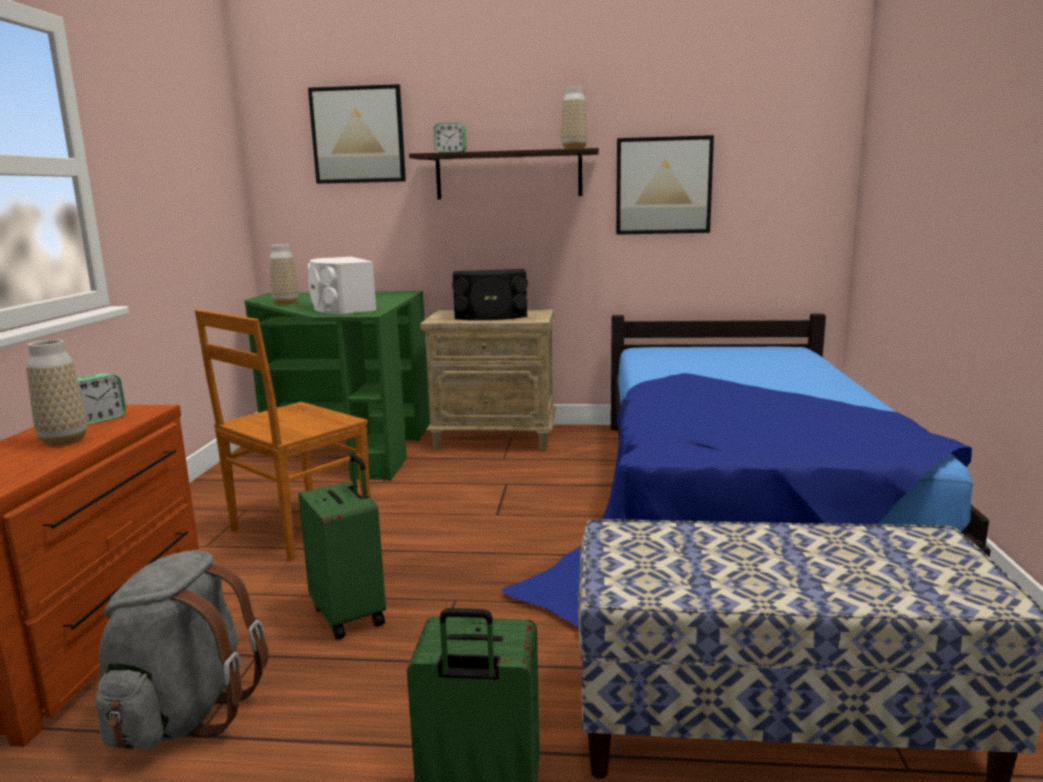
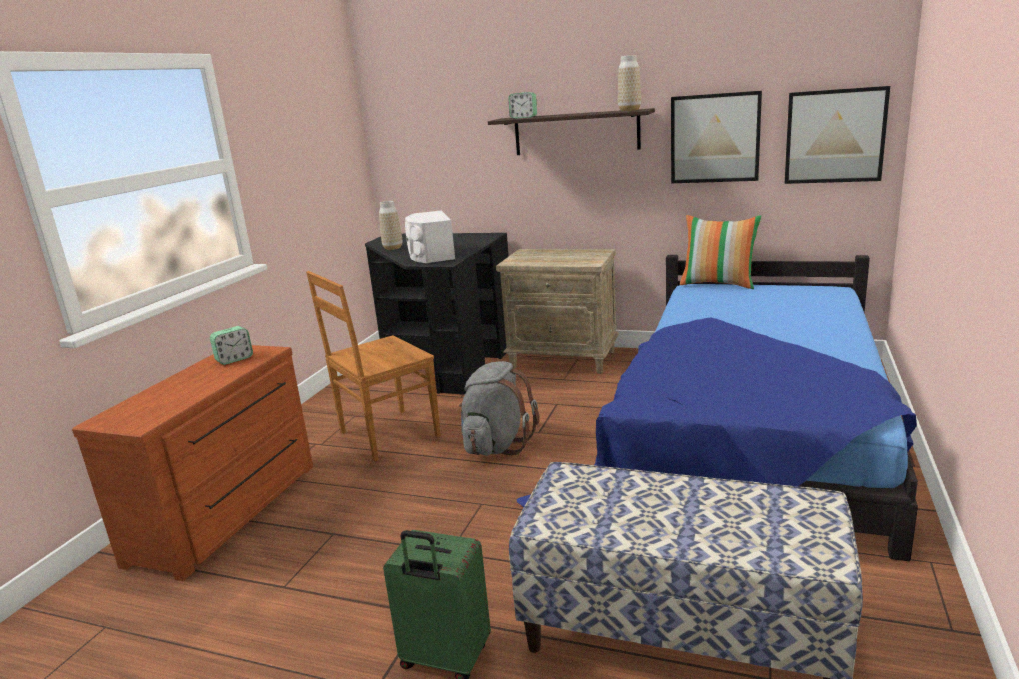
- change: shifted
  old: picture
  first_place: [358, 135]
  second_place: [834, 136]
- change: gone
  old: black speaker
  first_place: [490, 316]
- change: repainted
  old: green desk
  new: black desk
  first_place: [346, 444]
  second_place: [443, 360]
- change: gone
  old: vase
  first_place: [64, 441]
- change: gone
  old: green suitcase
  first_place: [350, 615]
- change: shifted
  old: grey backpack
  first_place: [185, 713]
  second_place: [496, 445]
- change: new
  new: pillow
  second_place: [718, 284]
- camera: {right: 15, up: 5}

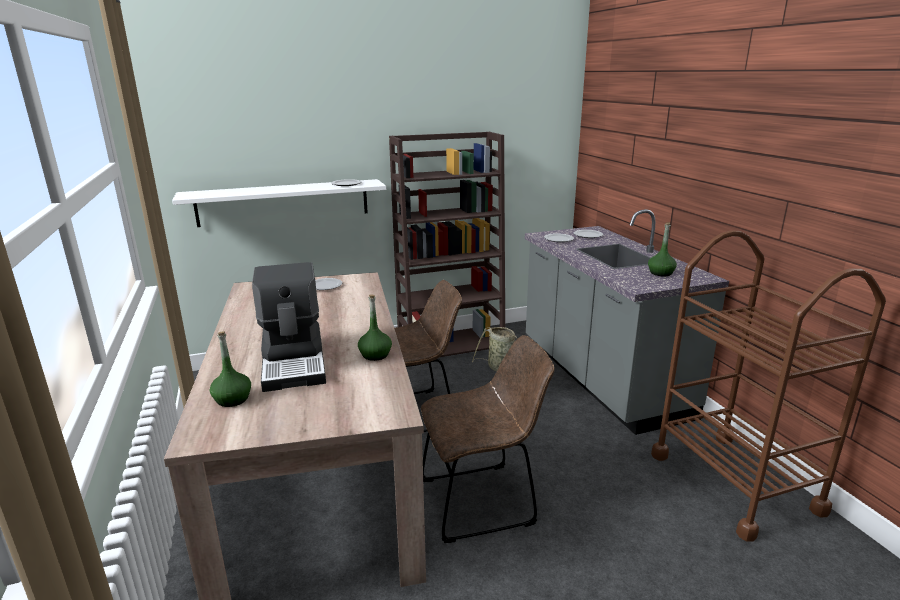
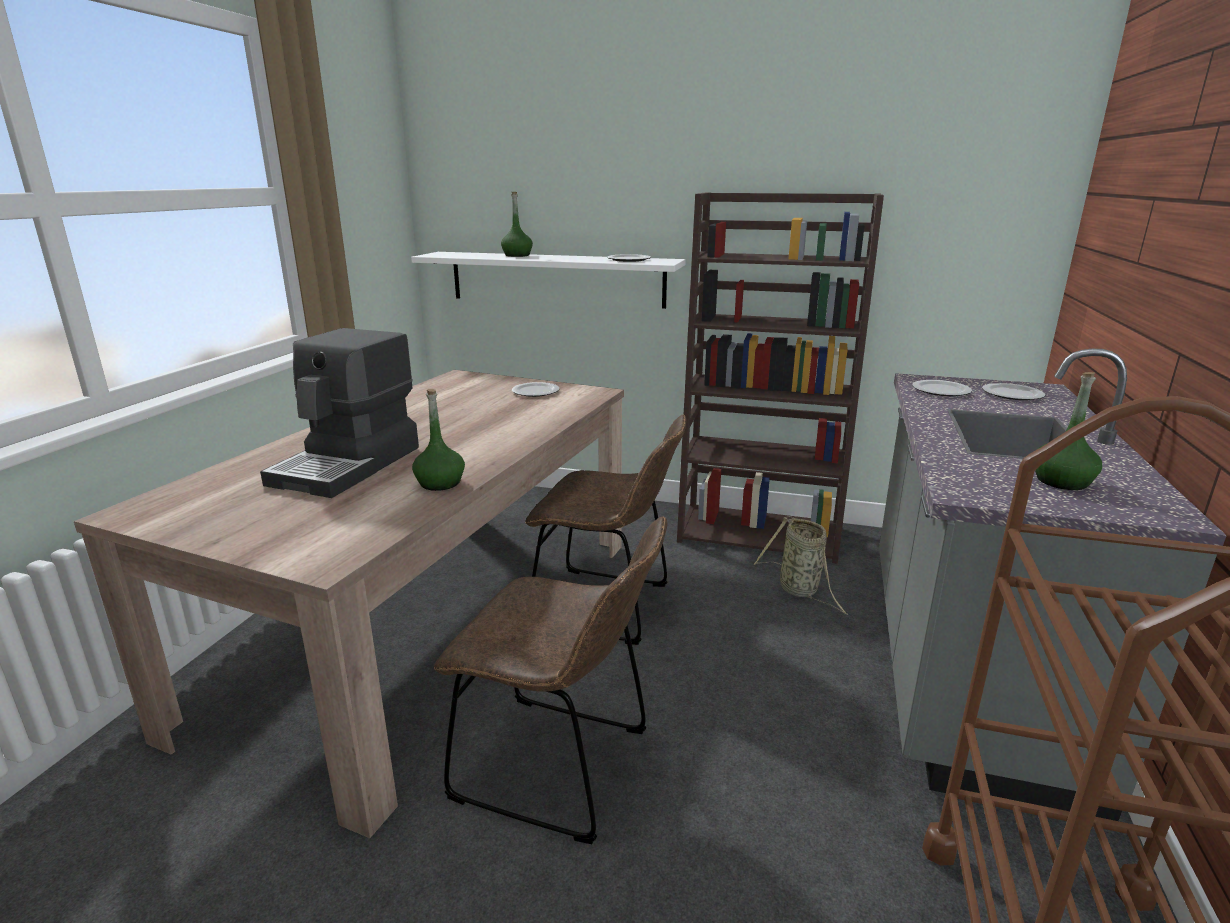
- change: shifted
  old: green bottle
  first_place: [232, 399]
  second_place: [517, 255]
- camera: {right: 35, up: 0}

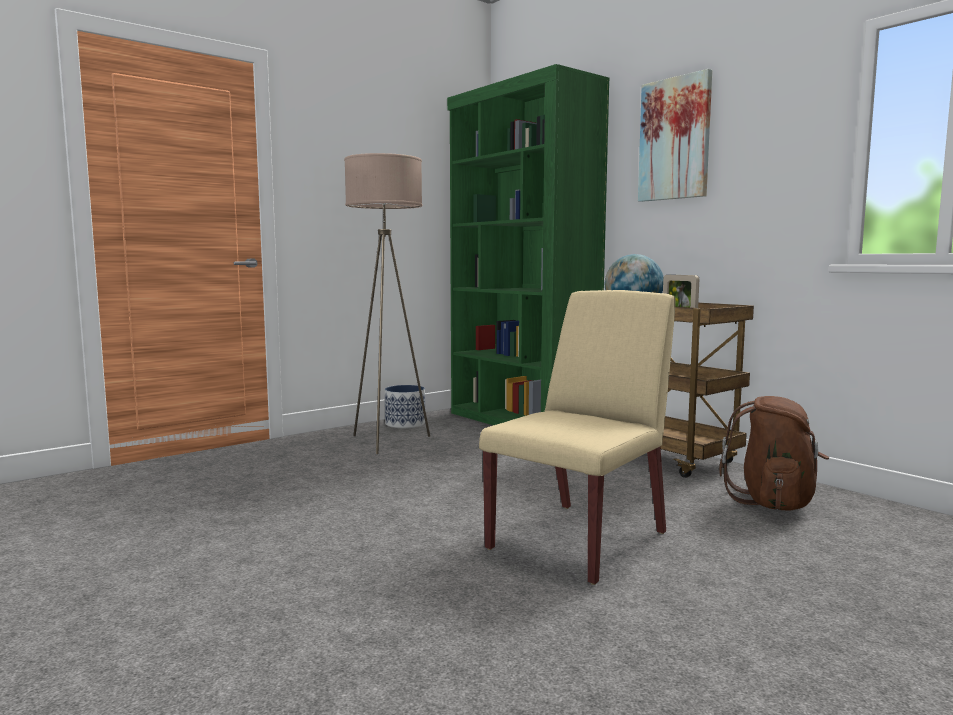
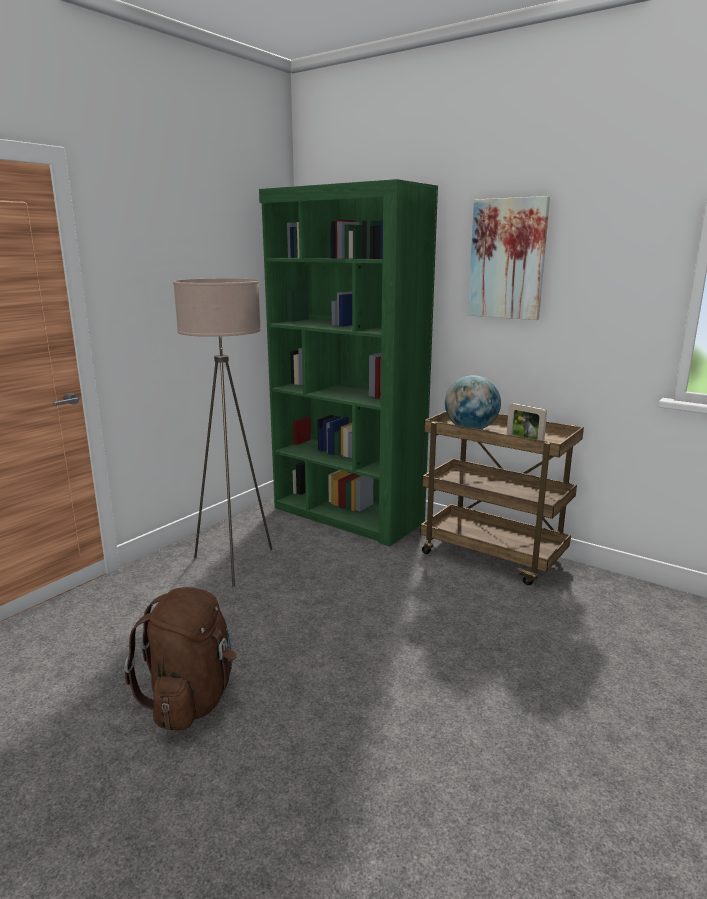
- change: gone
  old: beige chair
  first_place: [579, 540]
- change: gone
  old: planter
  first_place: [405, 424]
- change: shifted
  old: brown backpack
  first_place: [773, 503]
  second_place: [191, 699]
- camera: {right: -15, up: 10}

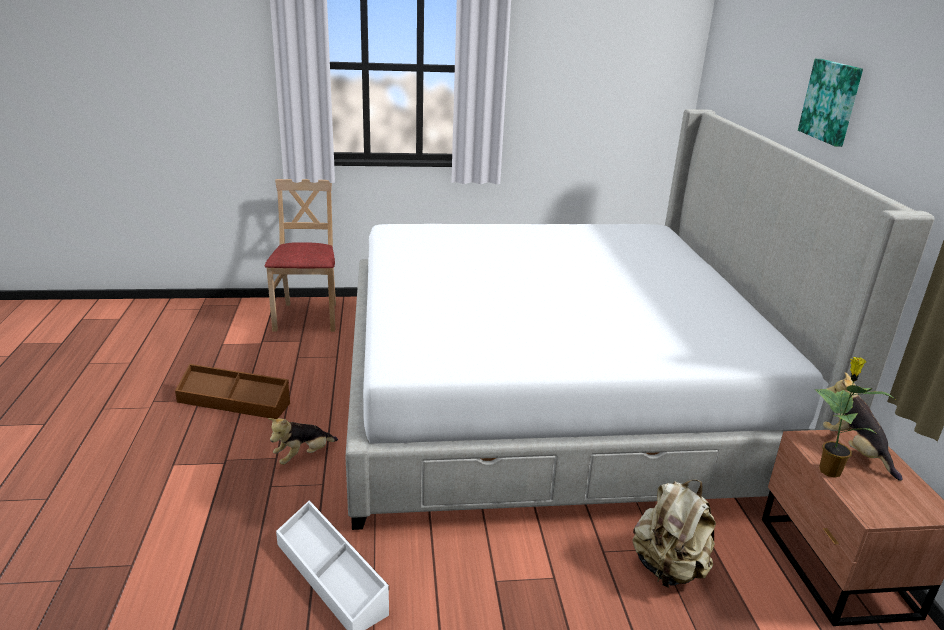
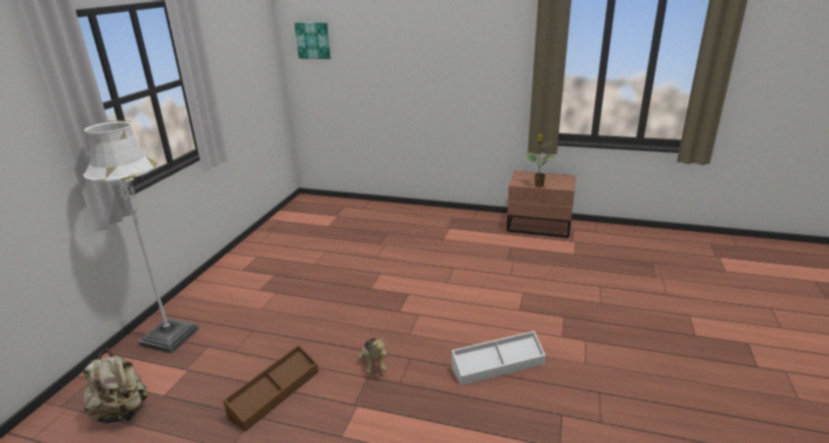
- change: shifted
  old: picture
  first_place: [832, 101]
  second_place: [313, 40]
- change: gone
  old: bed
  first_place: [553, 396]
- change: swapped
  old: beige chair
  new: white floor lamp
  first_place: [307, 317]
  second_place: [170, 337]
- change: gone
  old: plush toy
  first_place: [855, 451]
- change: shifted
  old: beige backpack
  first_place: [669, 568]
  second_place: [122, 412]
- camera: {right: -65, up: 0}

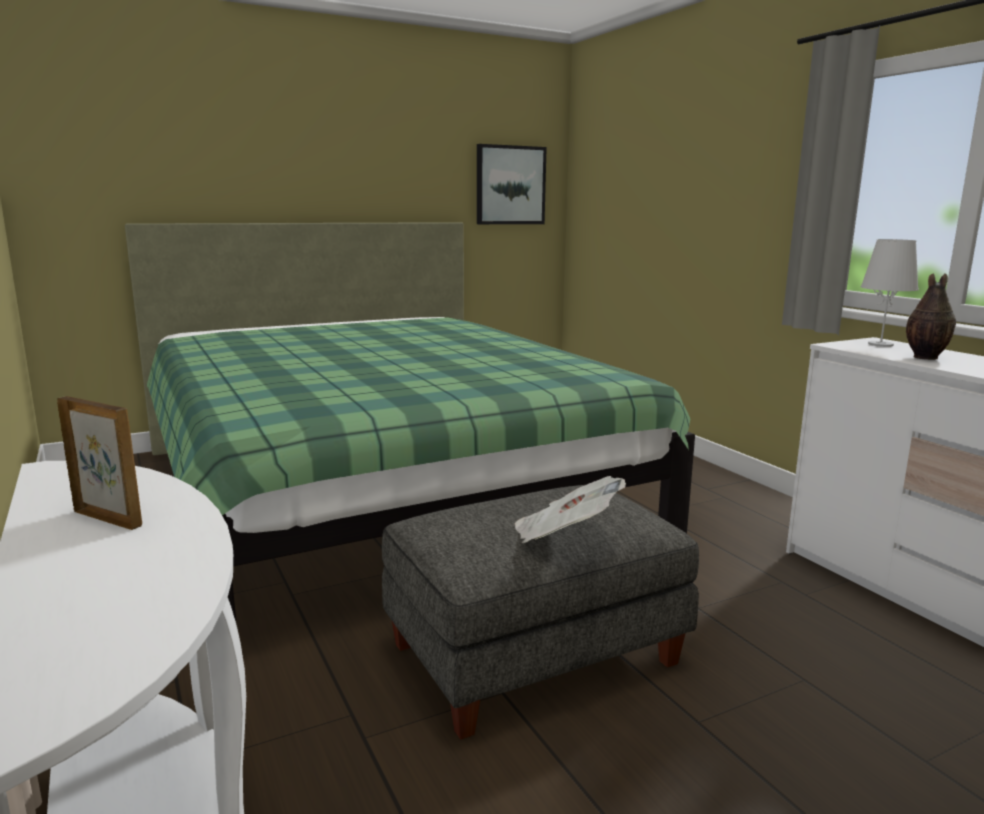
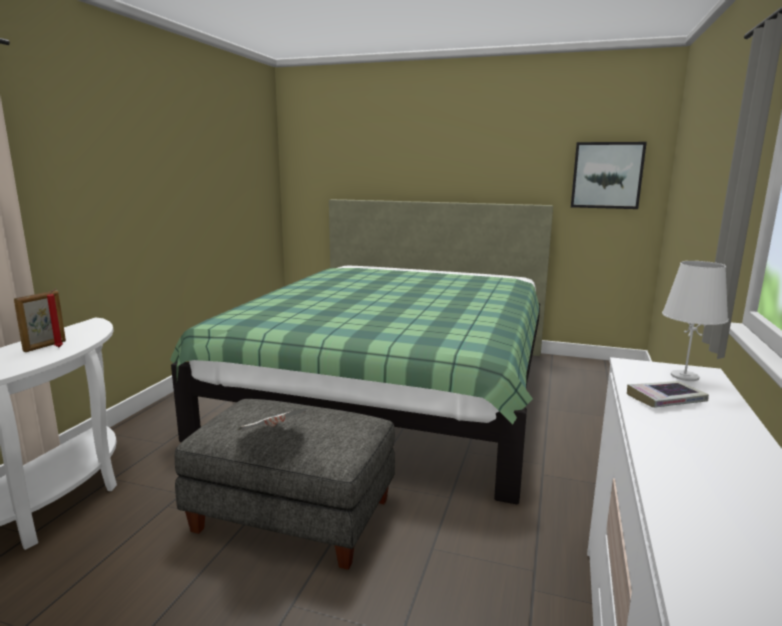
- change: swapped
  old: vase
  new: book
  first_place: [924, 357]
  second_place: [665, 399]
- change: rotated
  old: picture frame
  first_place: [108, 518]
  second_place: [45, 346]
  degrees: 45
- change: new
  new: red candle
  second_place: [60, 347]
- camera: {right: 45, up: 0}

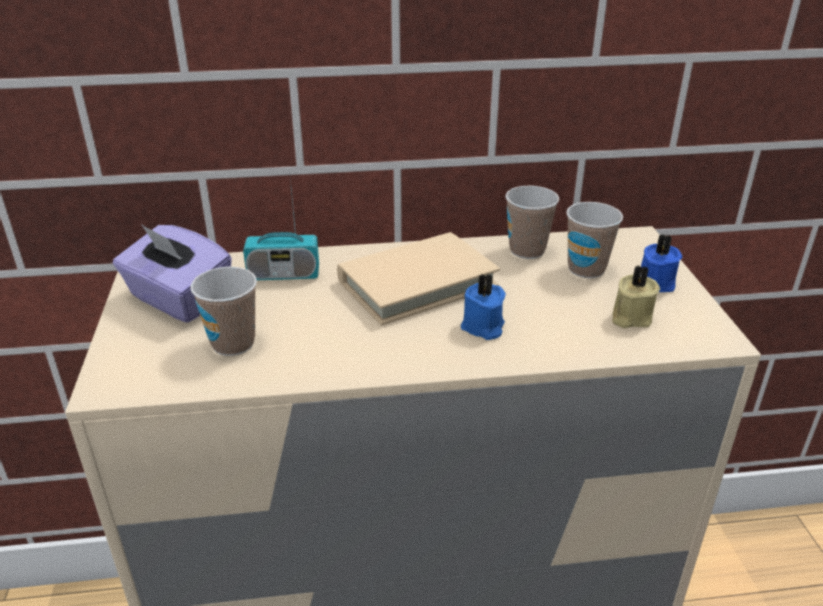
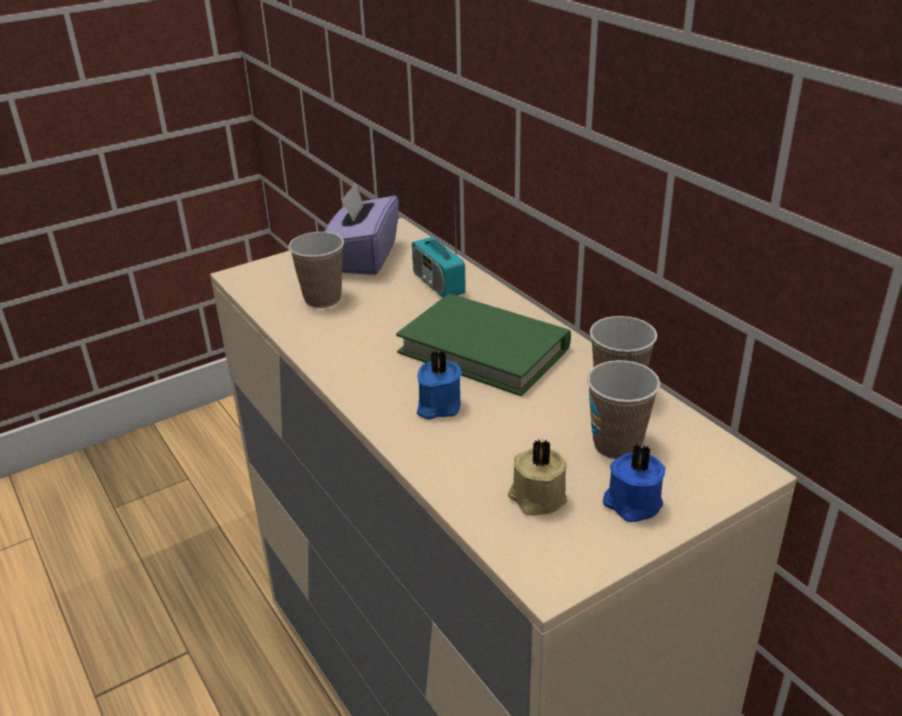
- change: repainted
  old: beige book
  new: green book
  first_place: [417, 283]
  second_place: [484, 350]
- camera: {right: 65, up: 0}

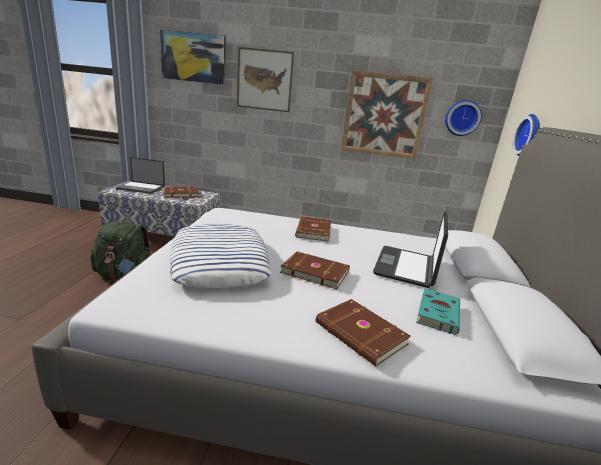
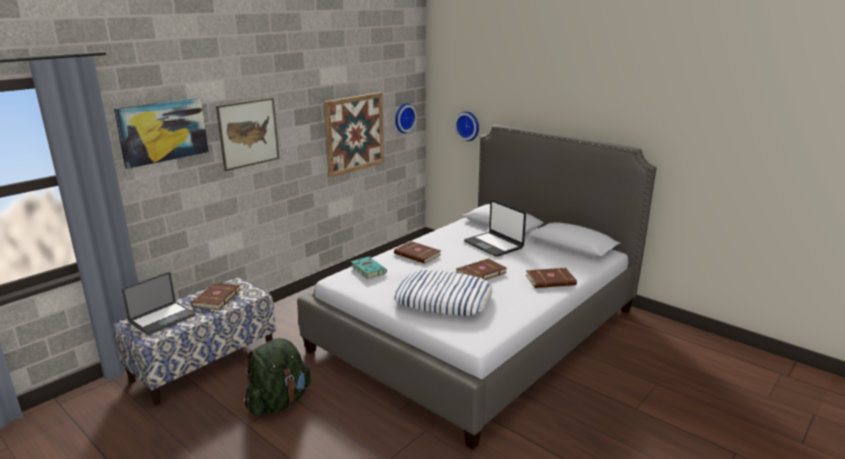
- change: shifted
  old: turquoise book
  first_place: [437, 313]
  second_place: [367, 269]
- camera: {right: -55, up: 0}

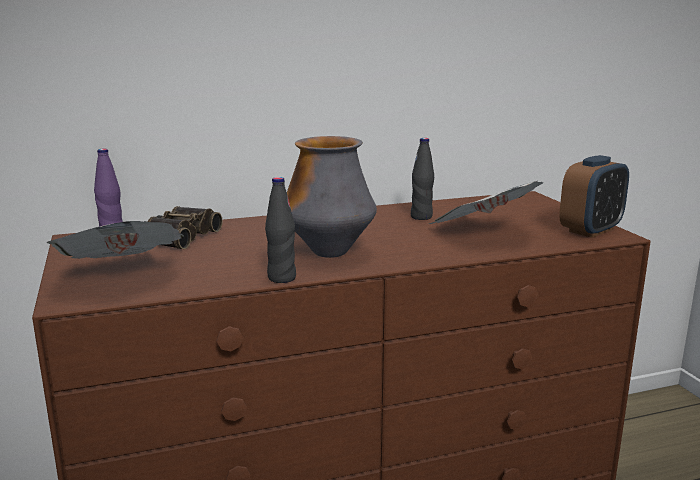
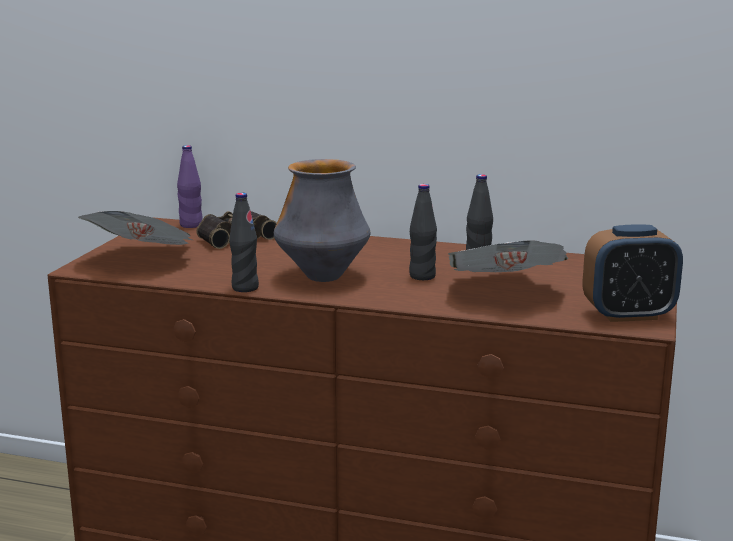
- change: new
  new: black bottle
  second_place: [422, 276]
- camera: {right: 35, up: 0}

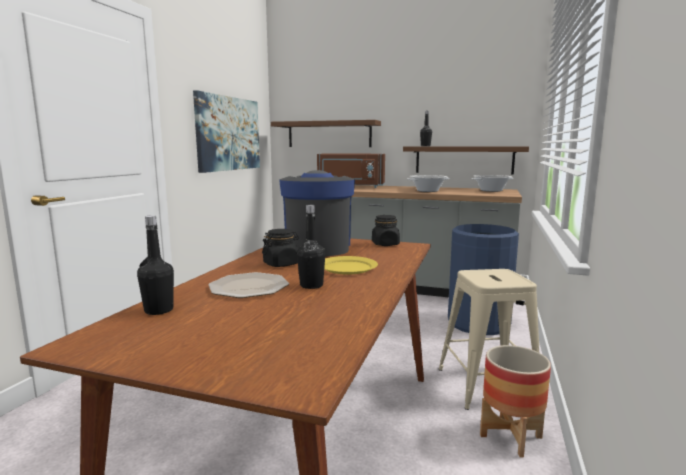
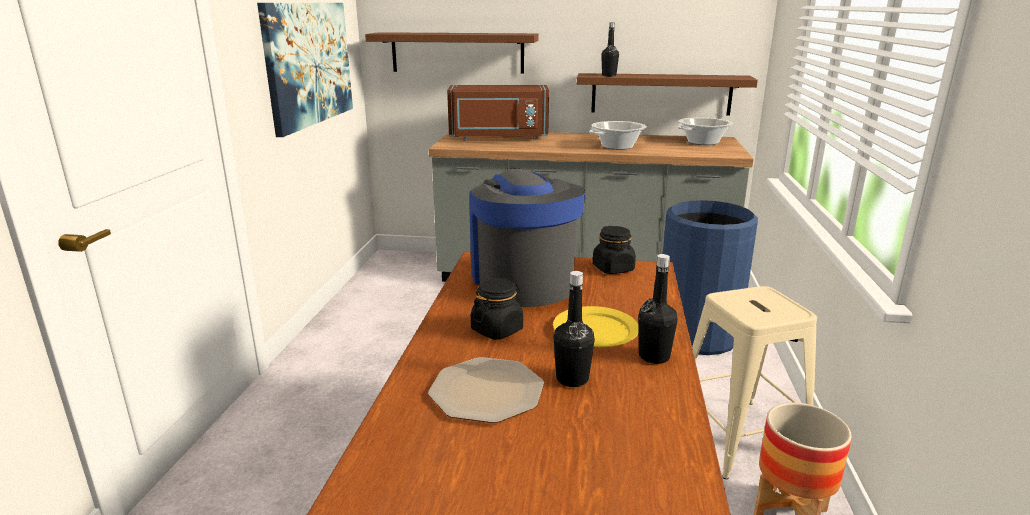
- change: shifted
  old: black bottle
  first_place: [159, 310]
  second_place: [654, 356]
- camera: {right: -10, up: 10}

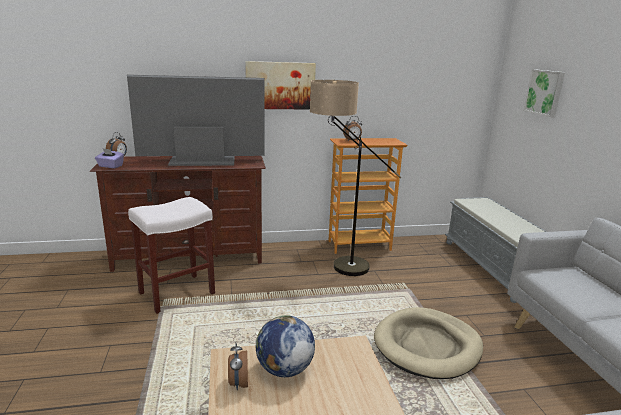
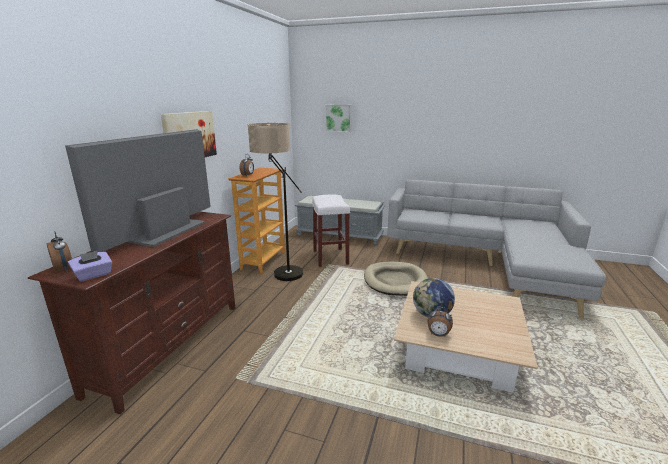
- change: shifted
  old: white stool
  first_place: [176, 293]
  second_place: [330, 257]
- camera: {right: -60, up: 0}

